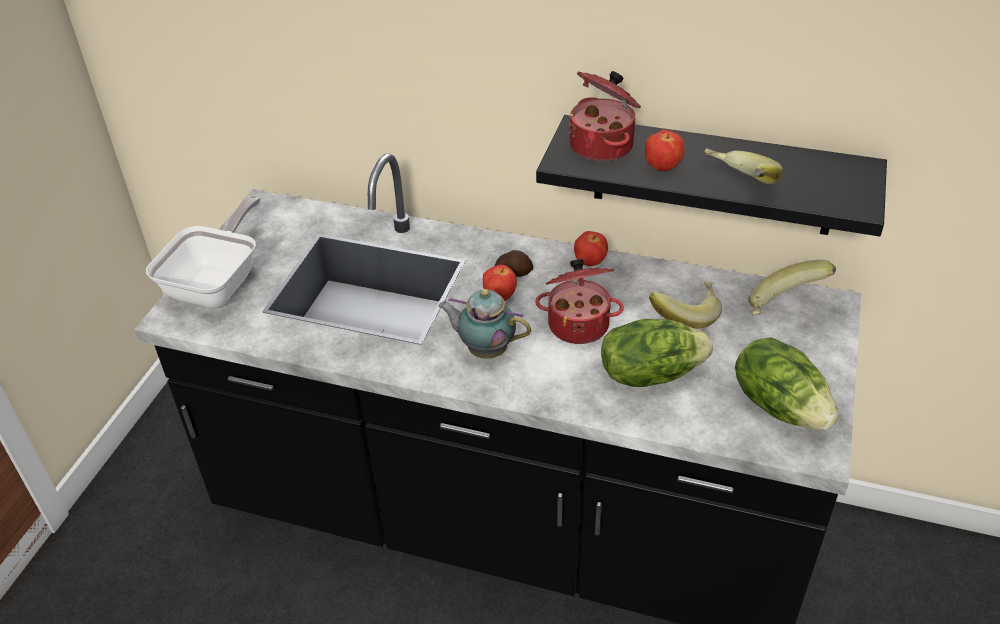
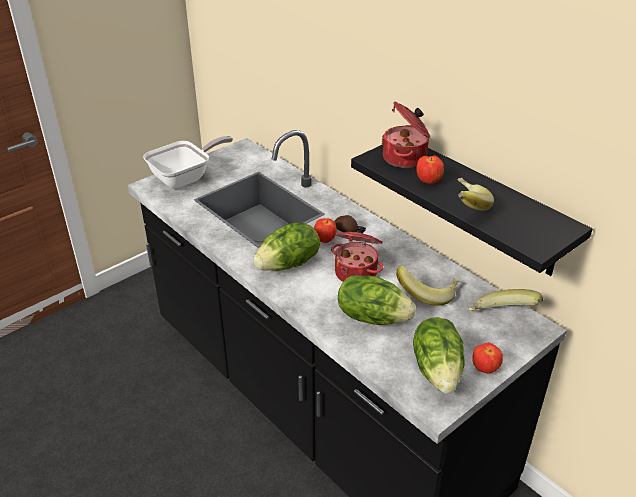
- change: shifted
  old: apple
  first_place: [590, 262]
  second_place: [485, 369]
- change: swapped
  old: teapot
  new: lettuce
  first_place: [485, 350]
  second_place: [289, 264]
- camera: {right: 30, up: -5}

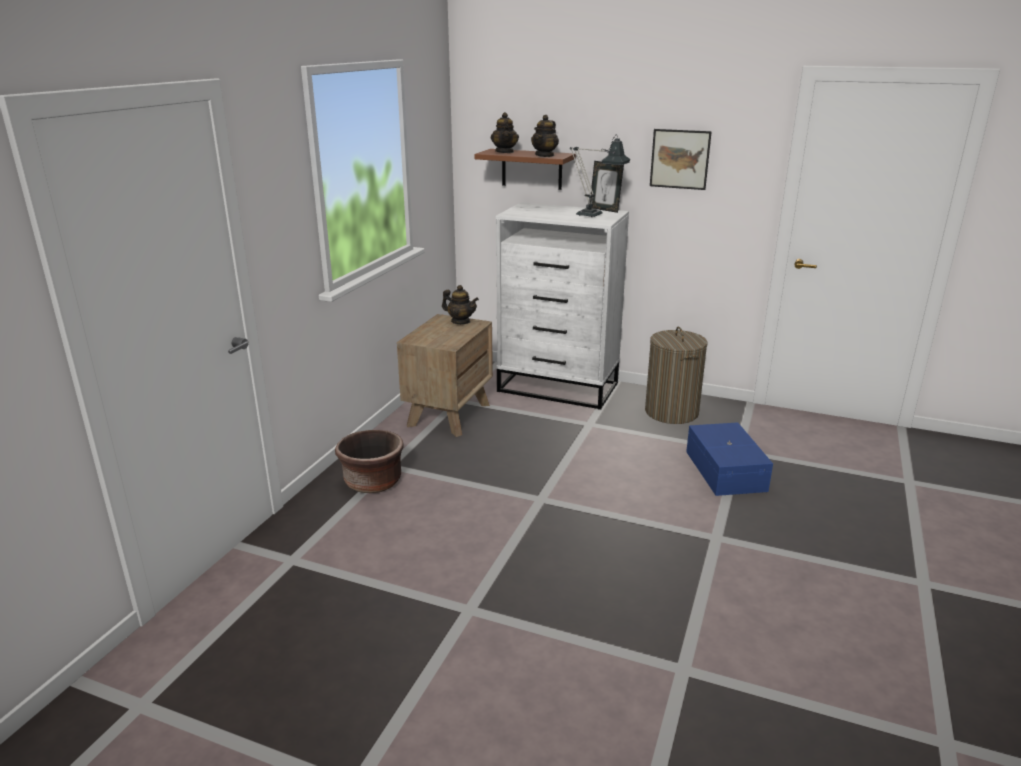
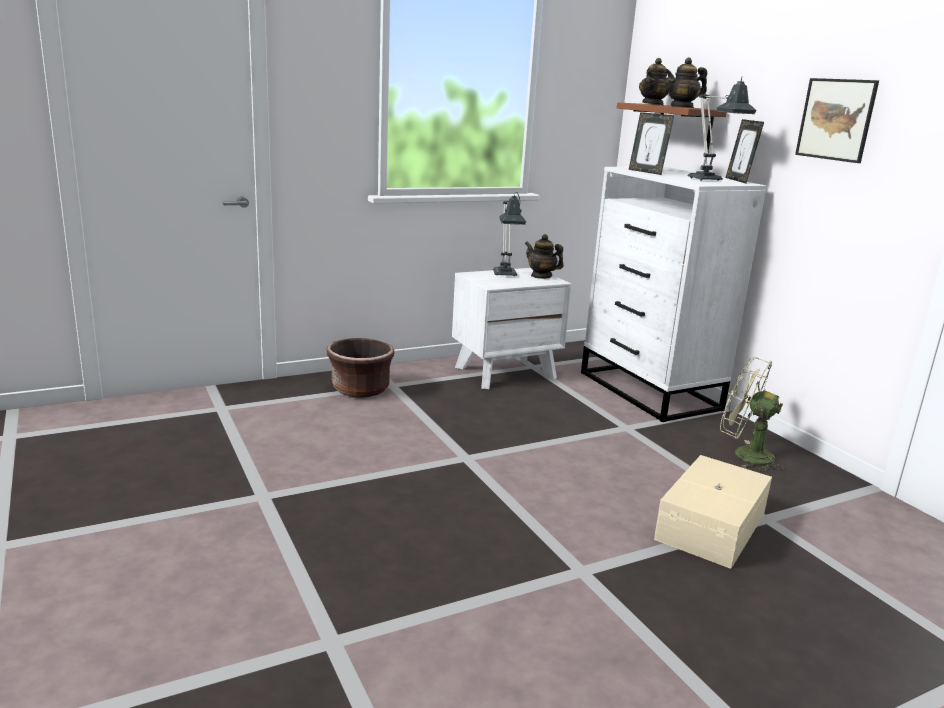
- change: rotated
  old: teapot
  first_place: [460, 322]
  second_place: [541, 276]
  degrees: 150
- change: repainted
  old: brown nightstand
  new: white nightstand
  first_place: [449, 414]
  second_place: [505, 372]
- change: swapped
  old: laundry basket
  new: green fan
  first_place: [671, 412]
  second_place: [744, 455]
- change: repainted
  old: blue storage box
  new: beige storage box
  first_place: [726, 470]
  second_place: [713, 527]
- change: new
  new: picture frame
  second_place: [646, 172]
- change: new
  new: table lamp
  second_place: [505, 275]
- camera: {right: 40, up: -5}

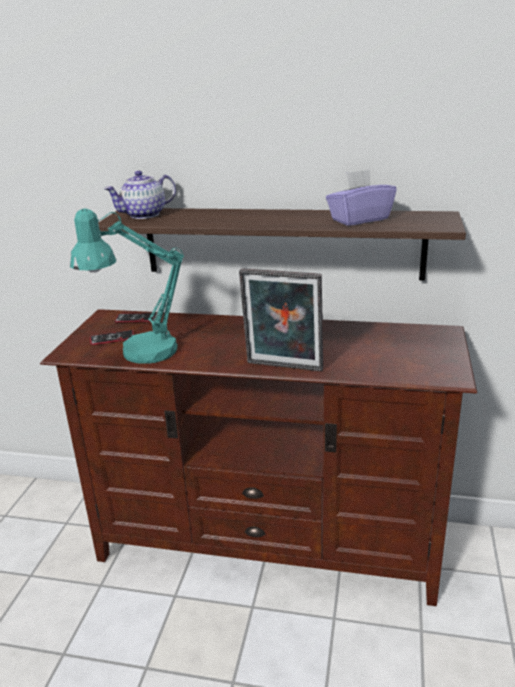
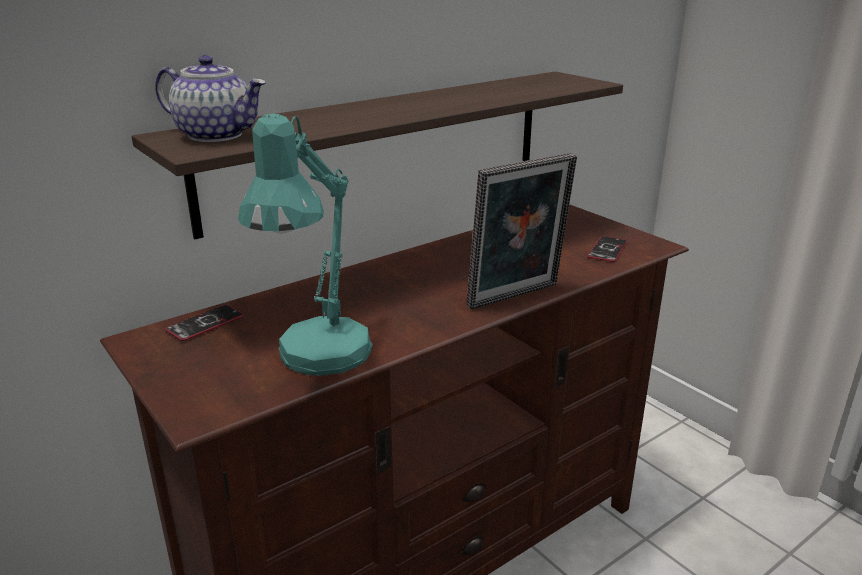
- change: gone
  old: purple tissue box
  first_place: [359, 219]
- change: rotated
  old: teapot
  first_place: [144, 215]
  second_place: [217, 135]
  degrees: -75
- change: shifted
  old: phone
  first_place: [112, 338]
  second_place: [607, 250]
- camera: {right: -50, up: 0}

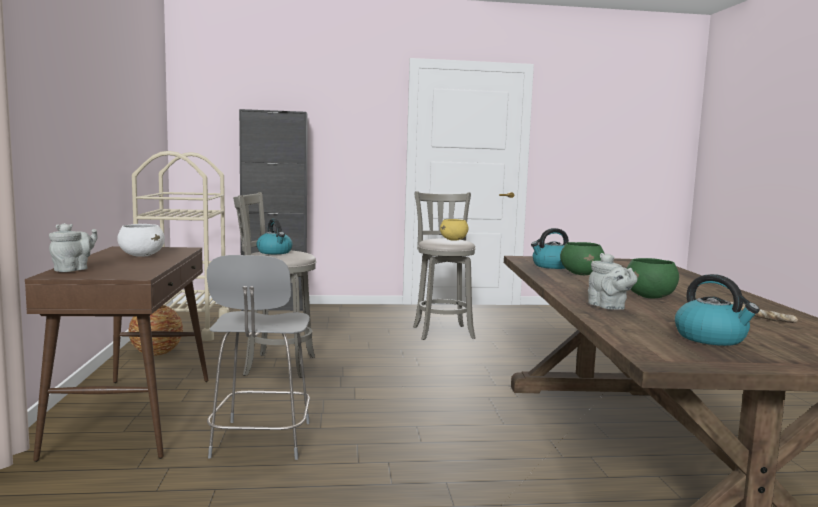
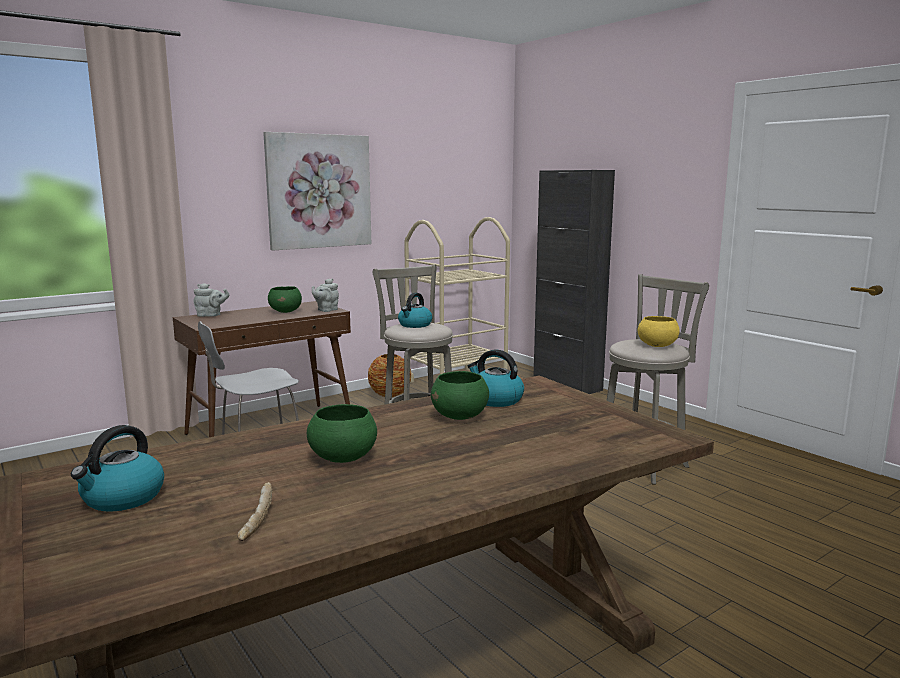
- change: repainted
  old: white bowl
  new: green bowl
  first_place: [141, 255]
  second_place: [286, 311]
- change: shifted
  old: grey teapot
  first_place: [608, 307]
  second_place: [326, 310]
- change: new
  new: picture
  second_place: [319, 191]
- camera: {right: 60, up: 5}

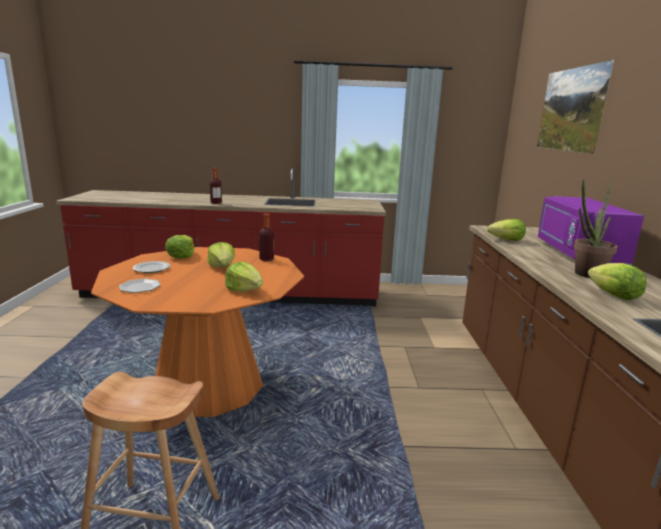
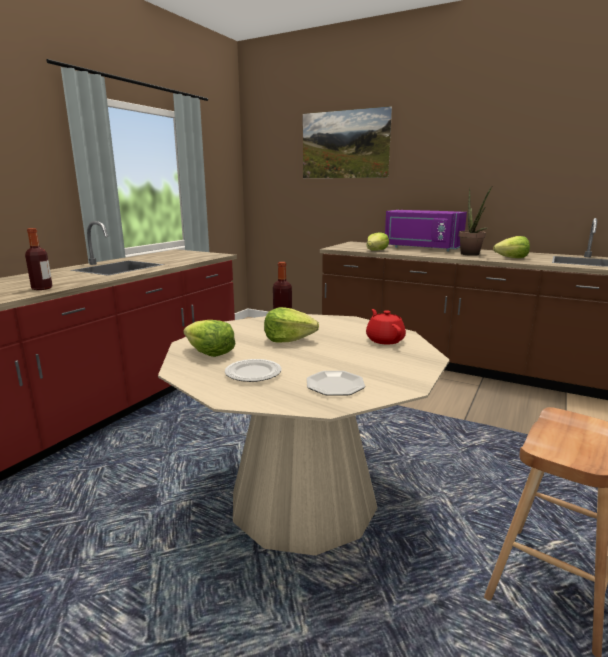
- change: repainted
  old: orange dining table
  new: beige dining table
  first_place: [208, 385]
  second_place: [303, 500]
- change: swapped
  old: lettuce
  new: red teapot
  first_place: [244, 290]
  second_place: [384, 340]
- camera: {right: -60, up: 0}

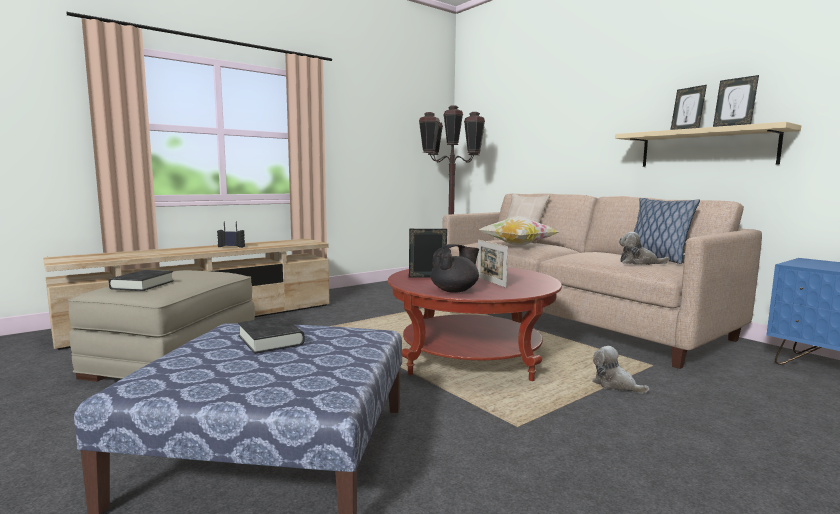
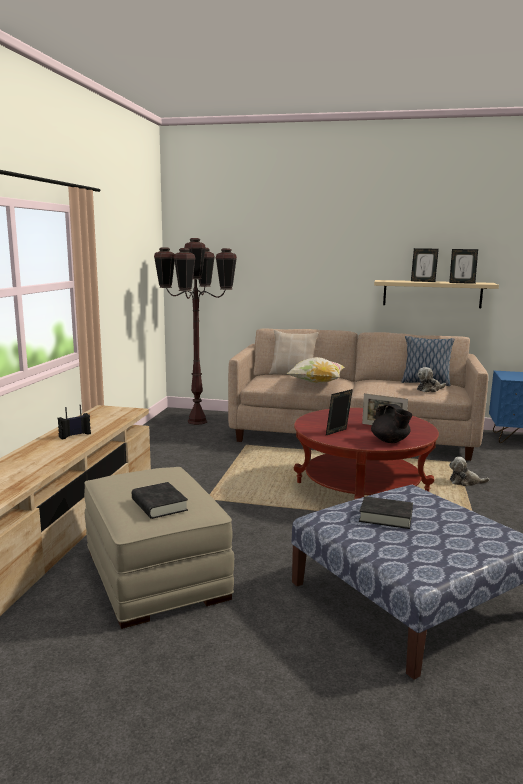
- change: rotated
  old: black teapot
  first_place: [455, 291]
  second_place: [390, 441]
  degrees: 135
- camera: {right: -40, up: 5}

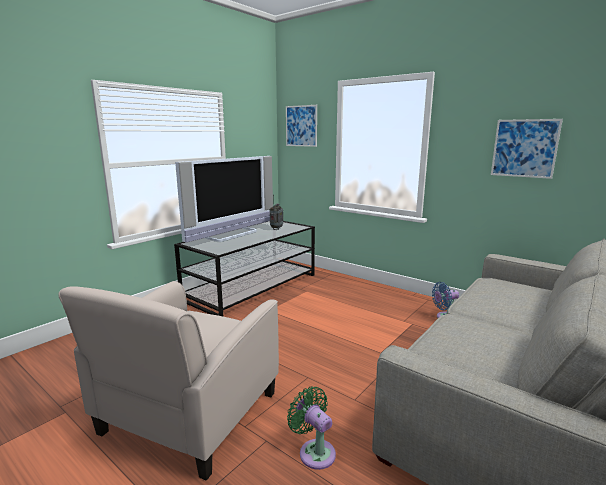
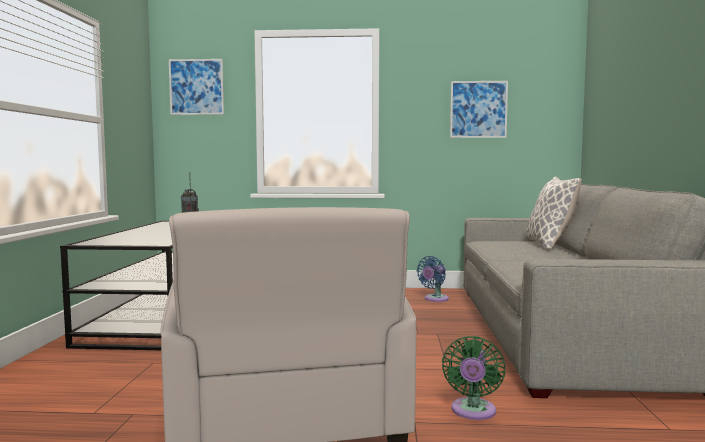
- change: gone
  old: television
  first_place: [232, 234]
- change: rotated
  old: green fan
  first_place: [314, 451]
  second_place: [472, 412]
  degrees: -90
- change: new
  new: pillow
  second_place: [550, 245]
- camera: {right: -35, up: -10}

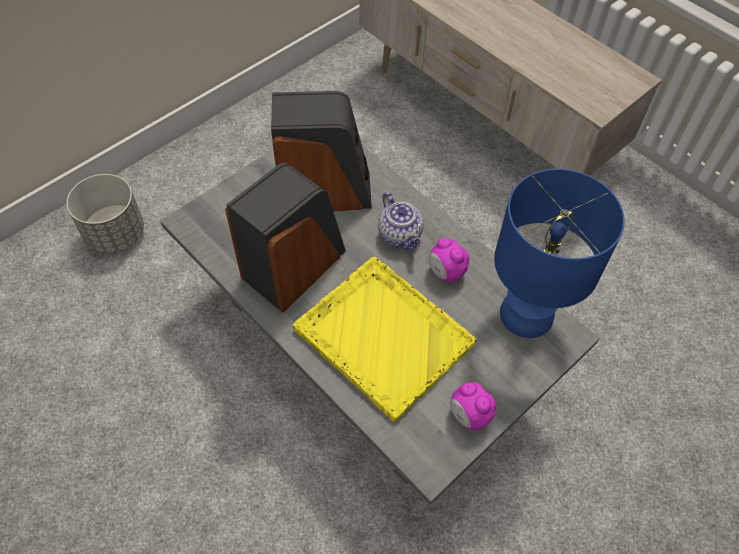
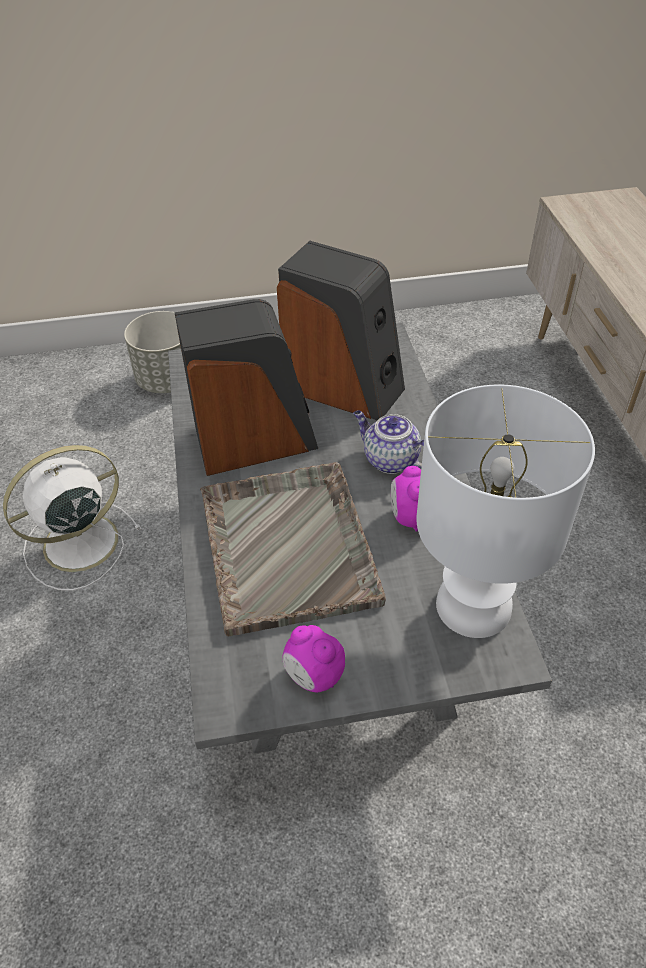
- change: repainted
  old: blue table lamp
  new: white table lamp
  first_place: [527, 315]
  second_place: [474, 607]
- change: rotated
  old: teapot
  first_place: [401, 236]
  second_place: [389, 460]
  degrees: 120
- change: repainted
  old: yellow tray
  new: grey tray
  first_place: [382, 335]
  second_place: [287, 545]
- change: rotated
  old: alarm clock
  first_place: [469, 416]
  second_place: [313, 676]
  degrees: -45
- change: new
  new: white fan
  second_place: [77, 544]
- camera: {right: 35, up: -10}

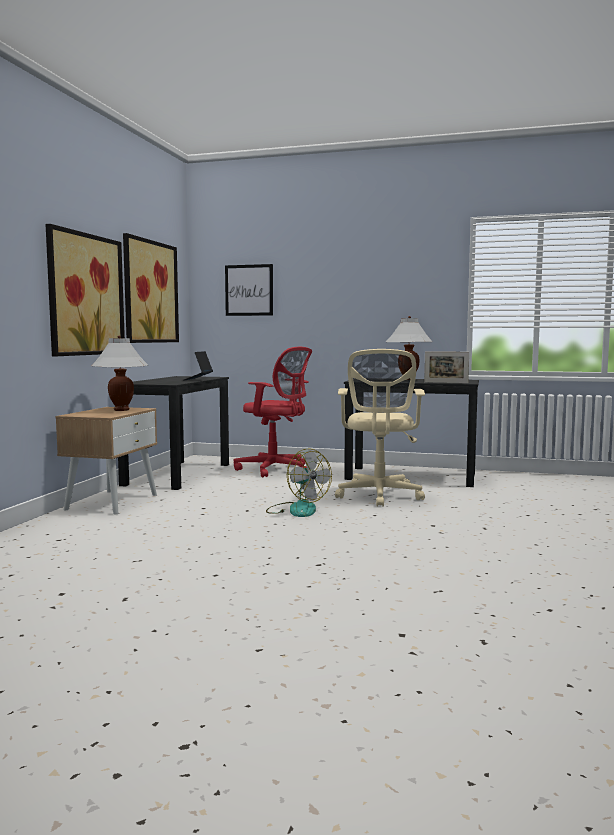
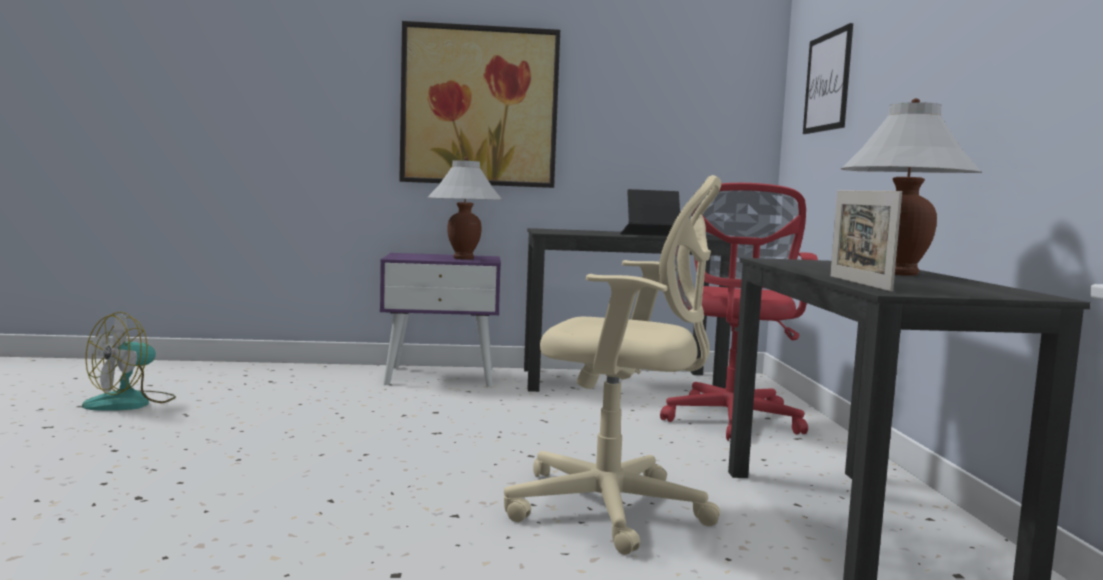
- change: gone
  old: picture
  first_place: [150, 292]
- change: rotated
  old: beige office chair
  first_place: [379, 496]
  second_place: [616, 510]
  degrees: -150
- change: repainted
  old: beige nightstand
  new: purple nightstand
  first_place: [112, 502]
  second_place: [441, 376]
- change: shifted
  old: fan
  first_place: [297, 509]
  second_place: [131, 402]
- camera: {right: 70, up: 0}

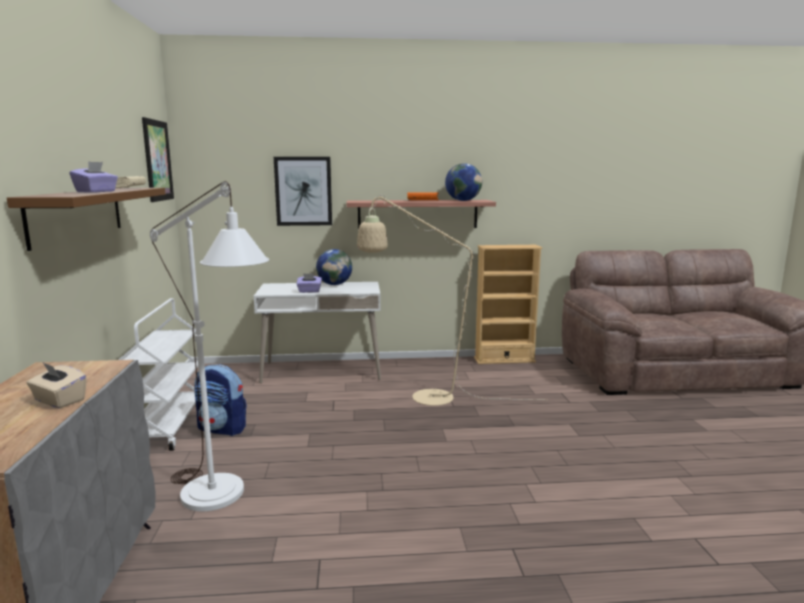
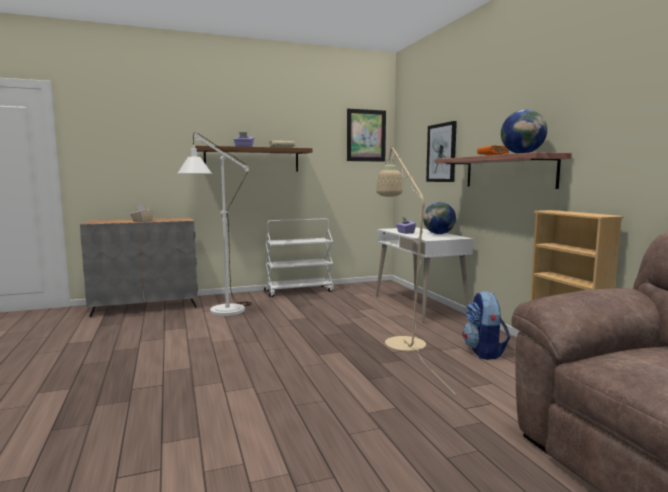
- change: shifted
  old: backpack
  first_place: [222, 429]
  second_place: [484, 352]
- camera: {right: 75, up: -5}

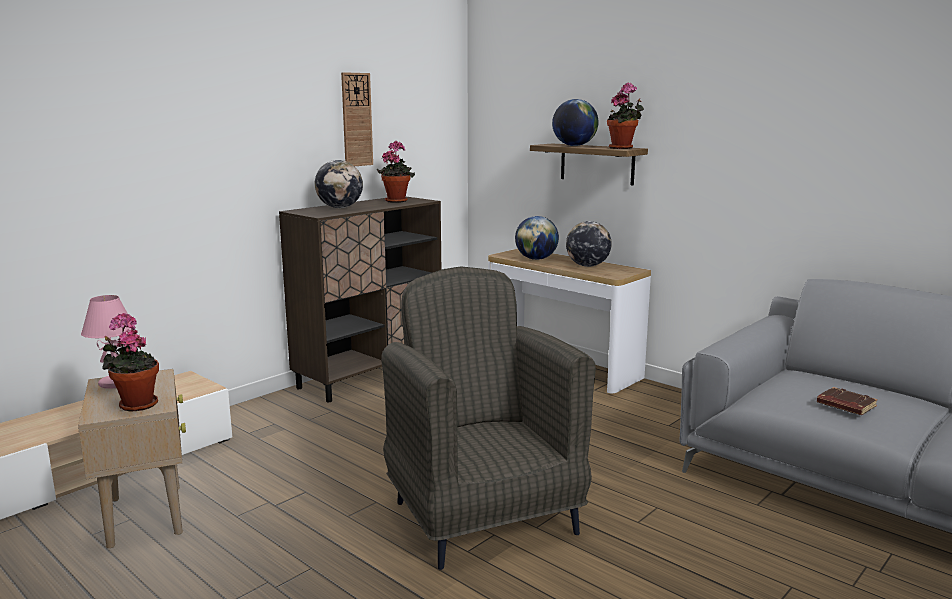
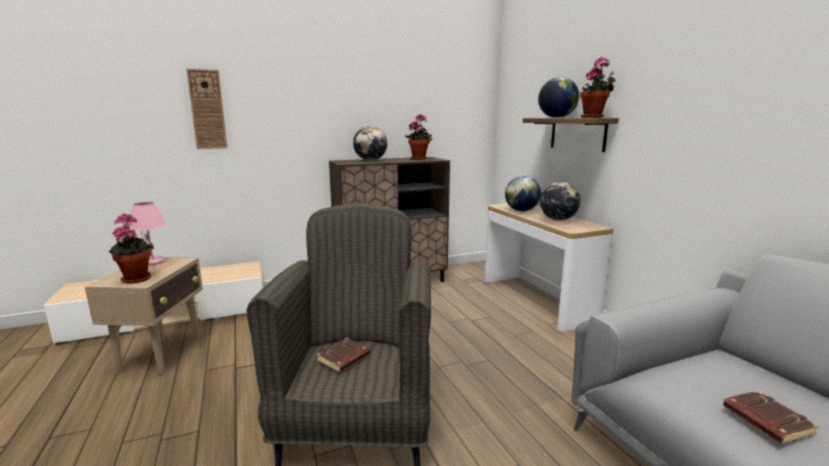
- change: shifted
  old: wall clock
  first_place: [356, 120]
  second_place: [207, 109]
- change: new
  new: brown book
  second_place: [344, 358]
- camera: {right: 25, up: 0}

